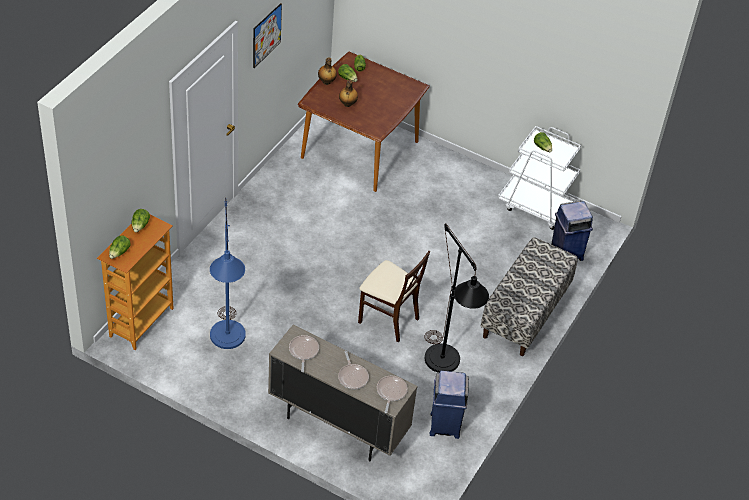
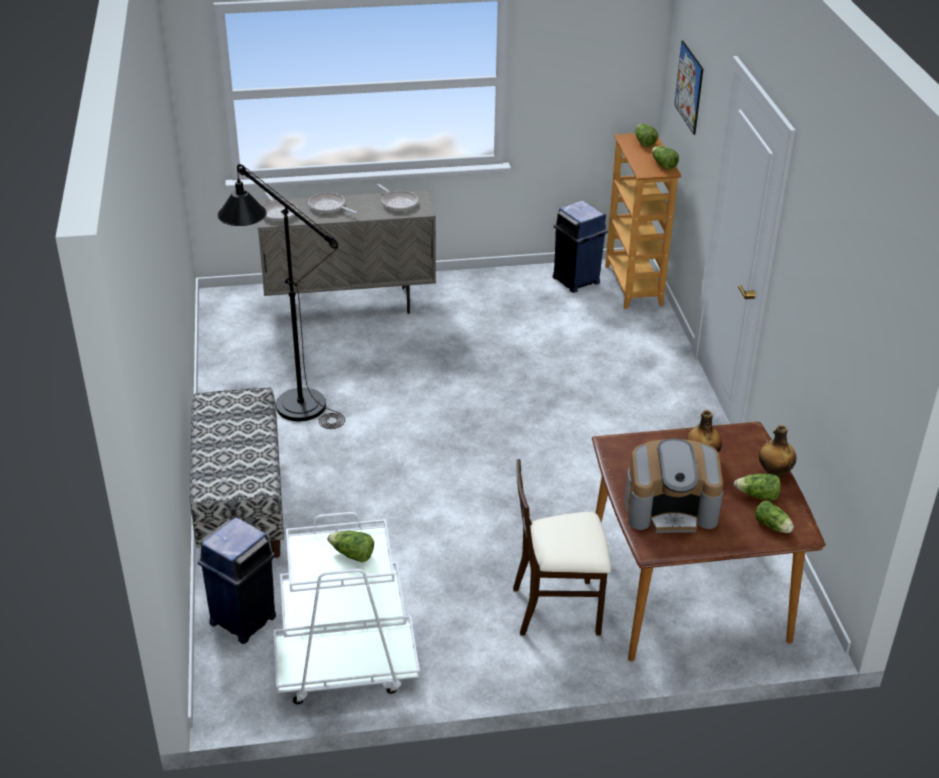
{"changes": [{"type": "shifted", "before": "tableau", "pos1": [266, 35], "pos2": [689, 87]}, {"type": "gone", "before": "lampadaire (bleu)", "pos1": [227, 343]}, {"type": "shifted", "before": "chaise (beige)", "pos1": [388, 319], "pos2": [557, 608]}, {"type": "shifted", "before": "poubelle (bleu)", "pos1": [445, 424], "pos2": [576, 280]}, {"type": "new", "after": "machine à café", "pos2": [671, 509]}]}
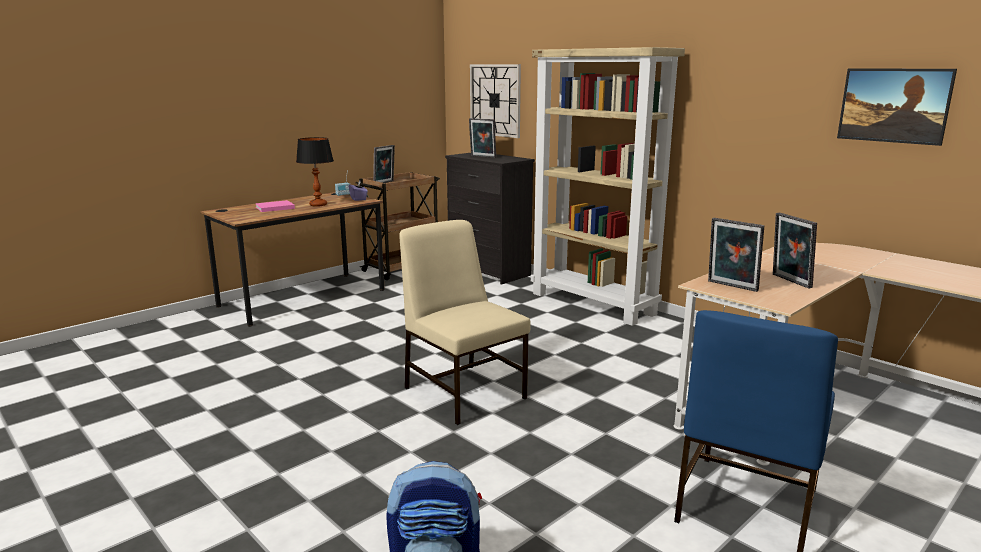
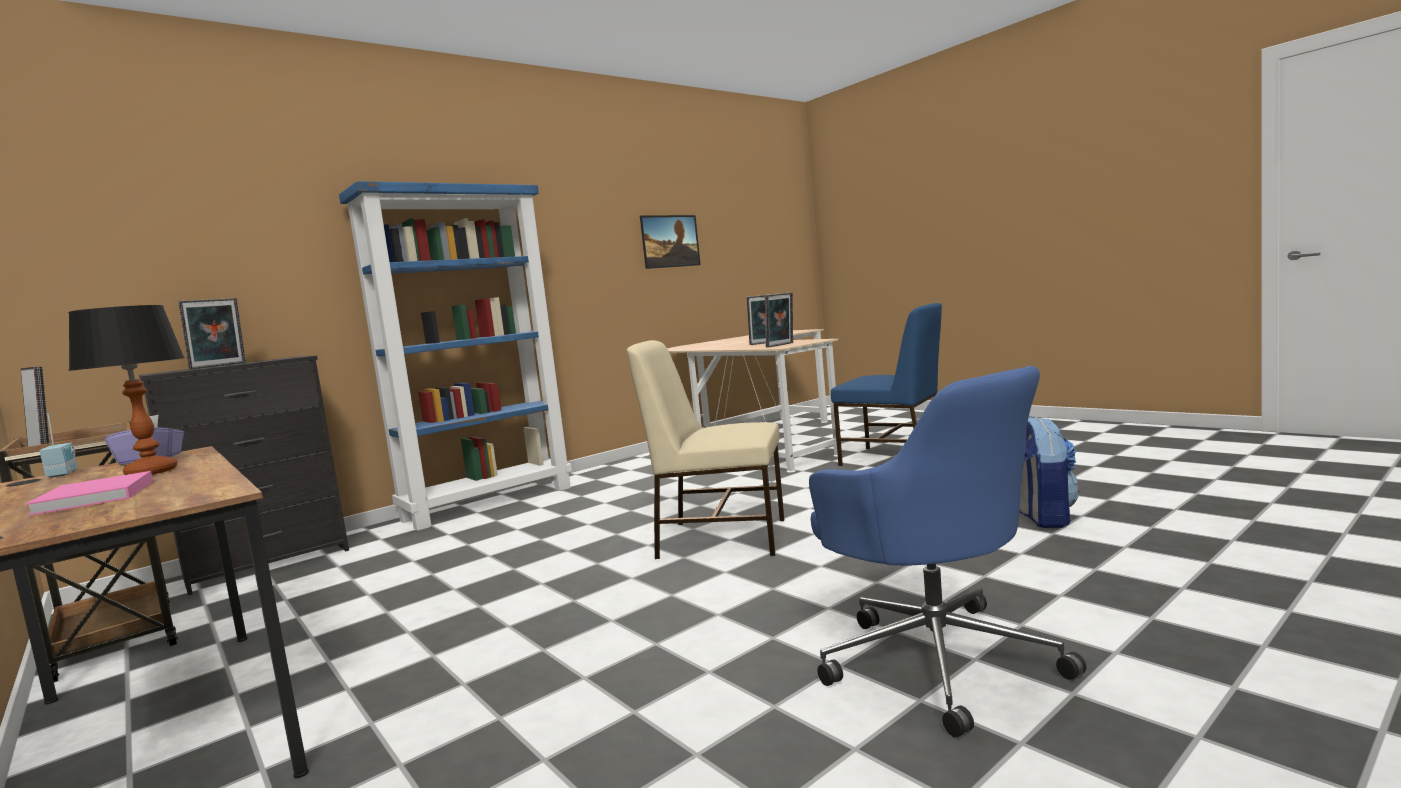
{"changes": [{"type": "repainted", "before": "bibliothèque (beige)", "after": "bibliothèque (bleu)", "pos1": [594, 304], "pos2": [489, 503]}, {"type": "gone", "before": "horloge murale", "pos1": [495, 100]}, {"type": "rotated", "before": "chaise (beige)", "pos1": [464, 391], "pos2": [720, 538], "turn": 45}, {"type": "new", "after": "chaise de bureau (bleu)", "pos2": [936, 658]}]}
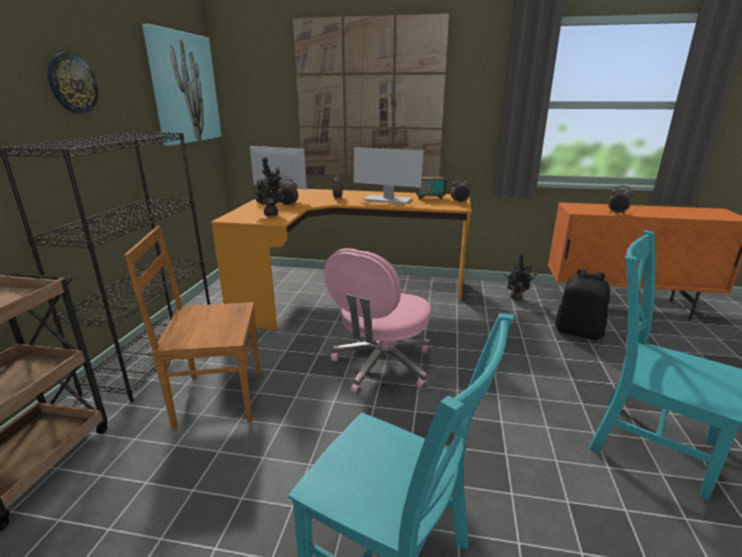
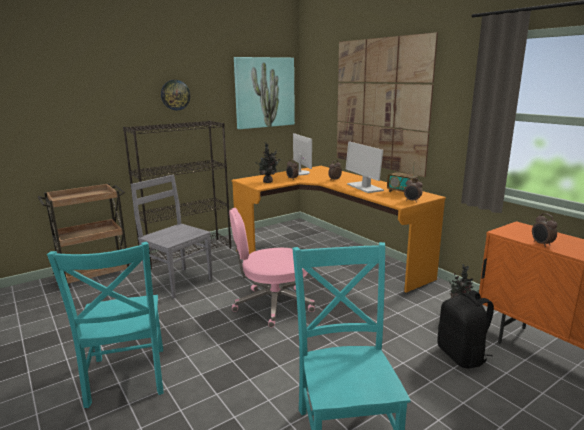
{"changes": [{"type": "repainted", "before": "chaise (marron)", "after": "chaise (gris)", "pos1": [216, 398], "pos2": [178, 282]}]}
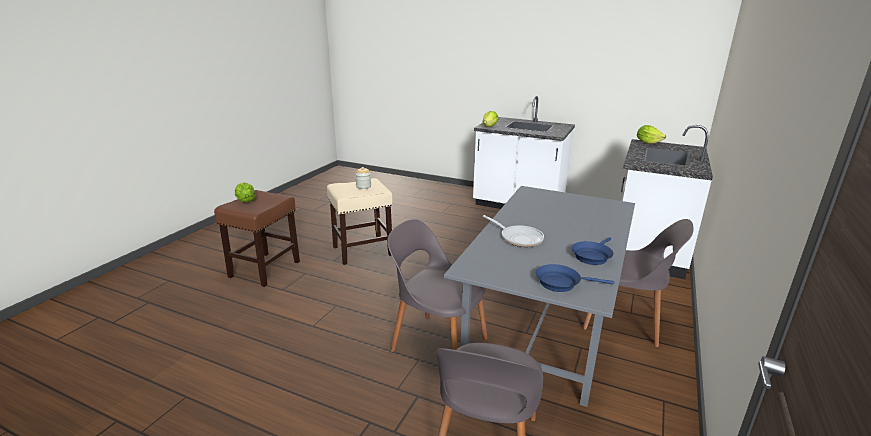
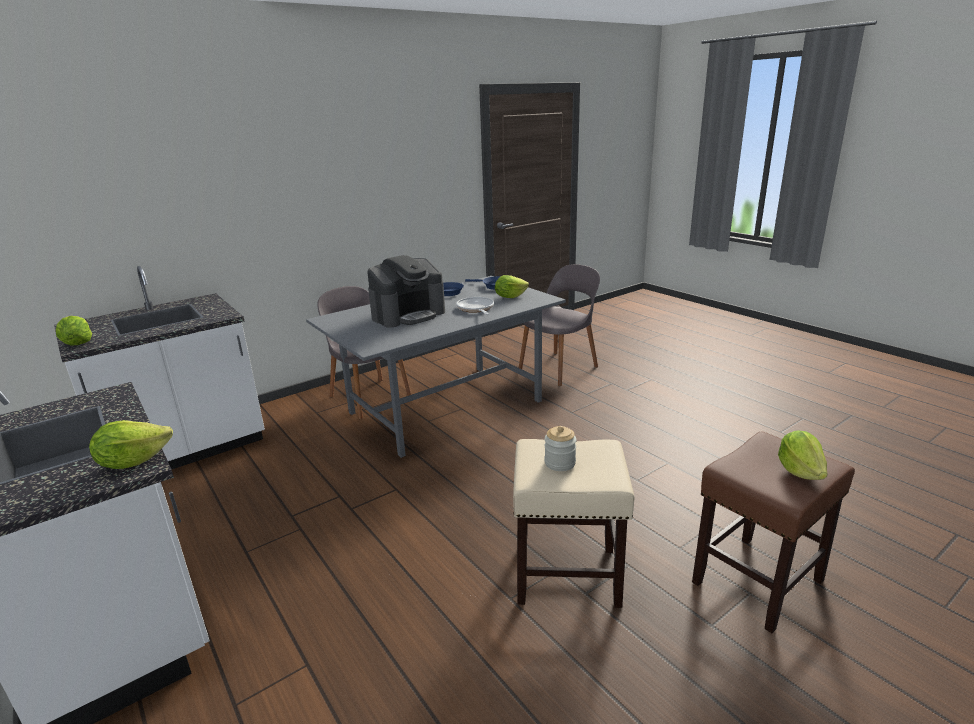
{"changes": [{"type": "gone", "before": "chaise (gris)", "pos1": [437, 343]}, {"type": "new", "after": "machine à café", "pos2": [408, 315]}, {"type": "new", "after": "laitue", "pos2": [510, 297]}]}
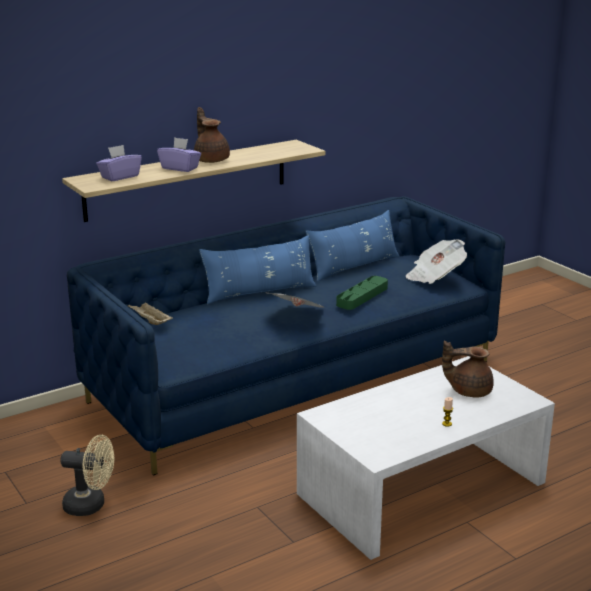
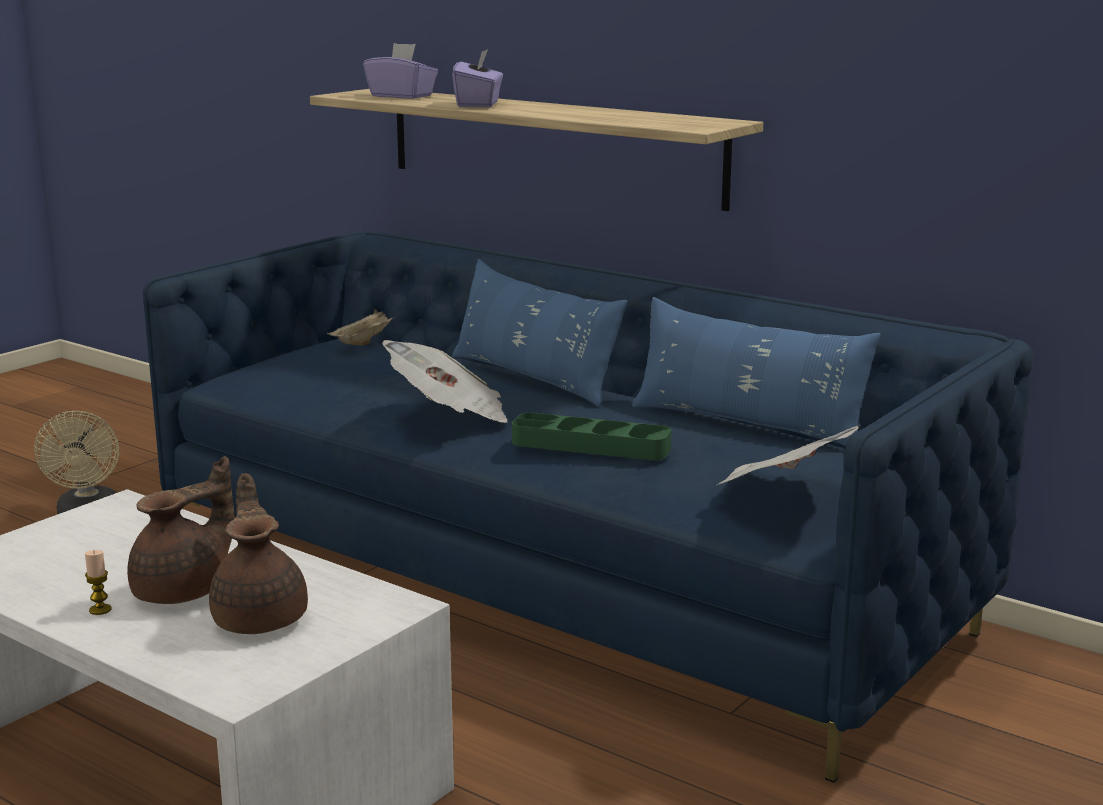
{"changes": [{"type": "shifted", "before": "théière (marron)", "pos1": [211, 159], "pos2": [184, 591]}]}
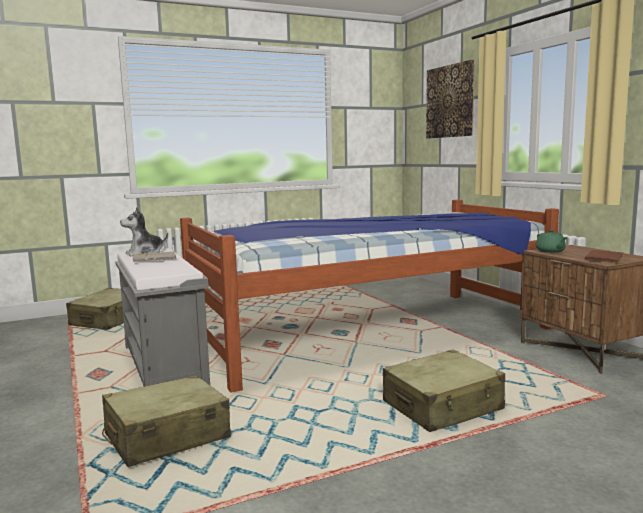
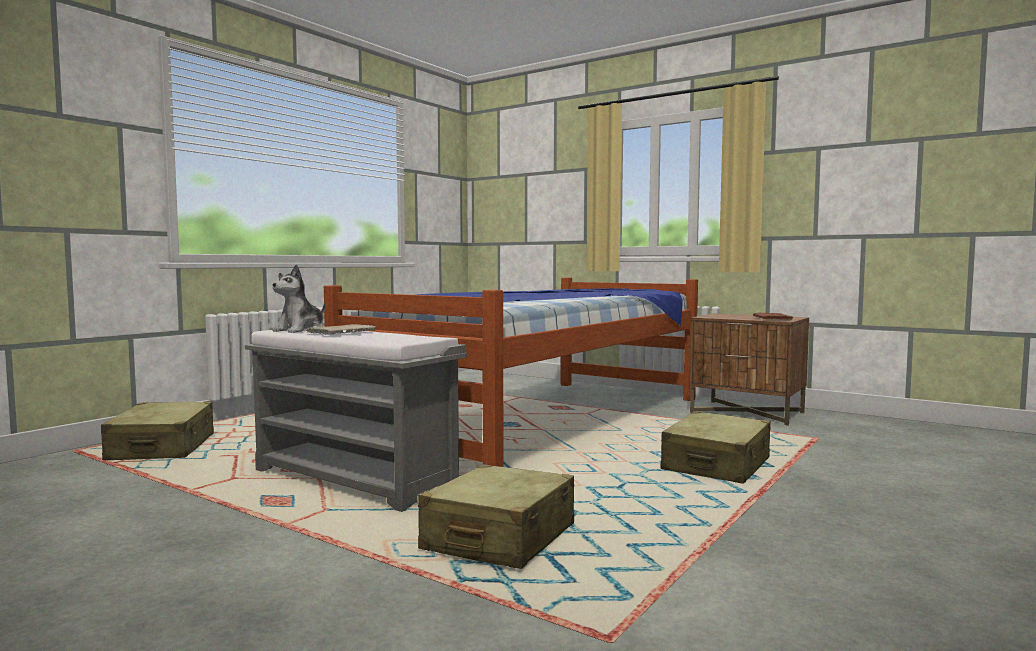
{"changes": [{"type": "gone", "before": "tableau", "pos1": [450, 101]}, {"type": "gone", "before": "théière (vert)", "pos1": [550, 251]}]}
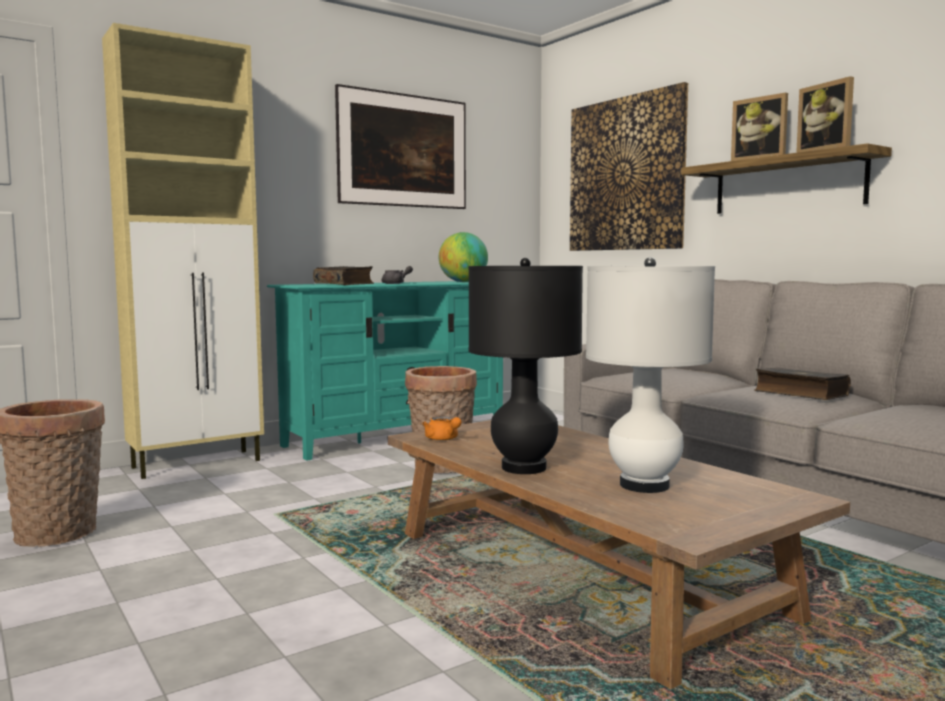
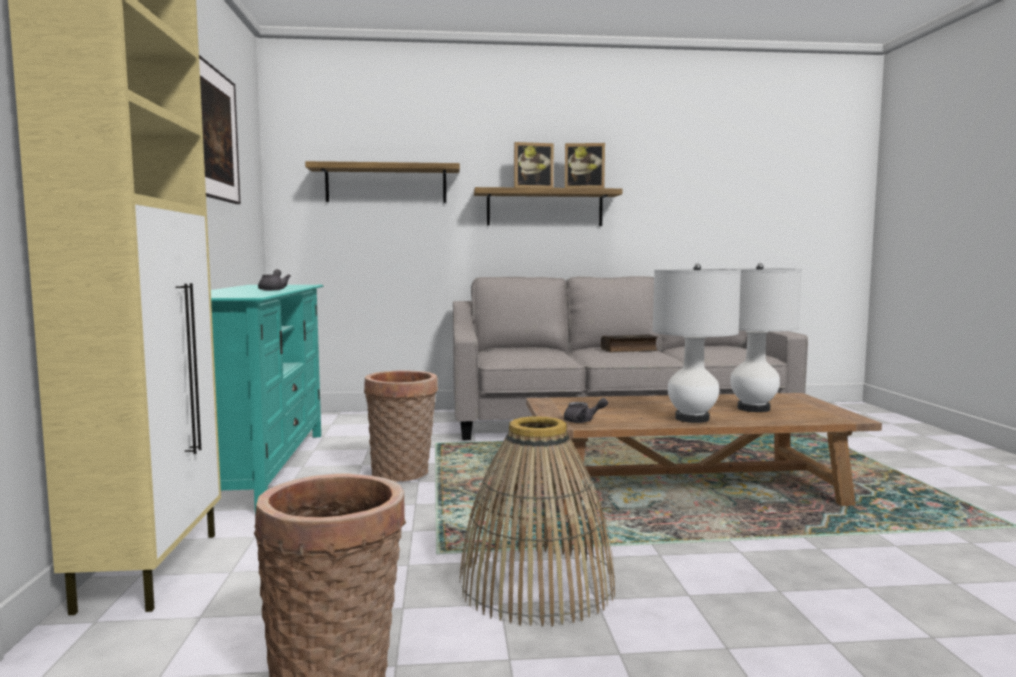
{"changes": [{"type": "swapped", "before": "tableau", "after": "étagère", "pos1": [625, 174], "pos2": [386, 184]}, {"type": "gone", "before": "globe", "pos1": [463, 282]}, {"type": "repainted", "before": "lampe de table (noir)", "after": "lampe de table (blanc)", "pos1": [523, 468], "pos2": [692, 419]}, {"type": "gone", "before": "livre", "pos1": [344, 284]}, {"type": "repainted", "before": "théière (orange)", "after": "théière (gris)", "pos1": [443, 439], "pos2": [583, 421]}, {"type": "new", "after": "panier", "pos2": [536, 585]}]}
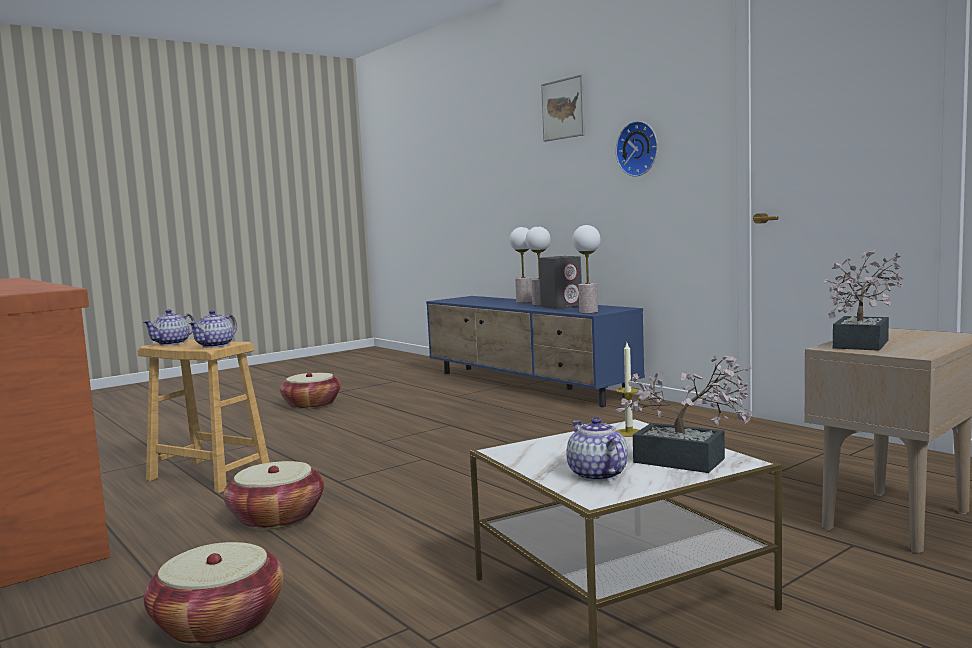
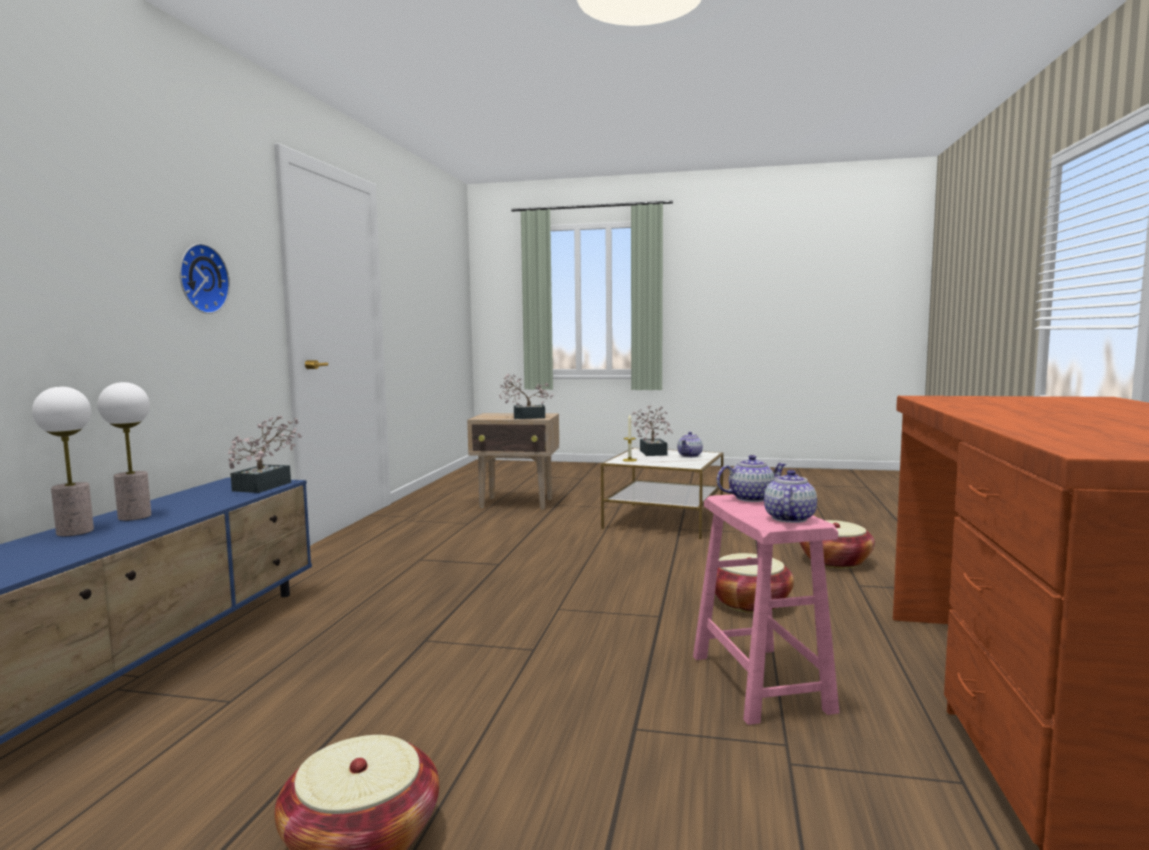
{"changes": [{"type": "gone", "before": "tableau", "pos1": [563, 109]}, {"type": "swapped", "before": "lampe de table", "after": "plante en pot", "pos1": [588, 312], "pos2": [267, 485]}, {"type": "gone", "before": "enceinte (gris)", "pos1": [561, 307]}, {"type": "rotated", "before": "théière", "pos1": [172, 343], "pos2": [788, 518], "turn": -60}, {"type": "repainted", "before": "tabouret (marron)", "after": "tabouret (rose)", "pos1": [209, 476], "pos2": [759, 683]}]}
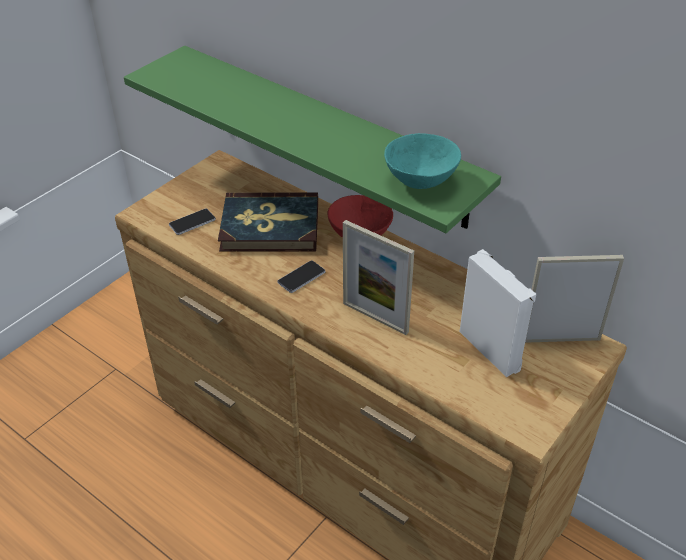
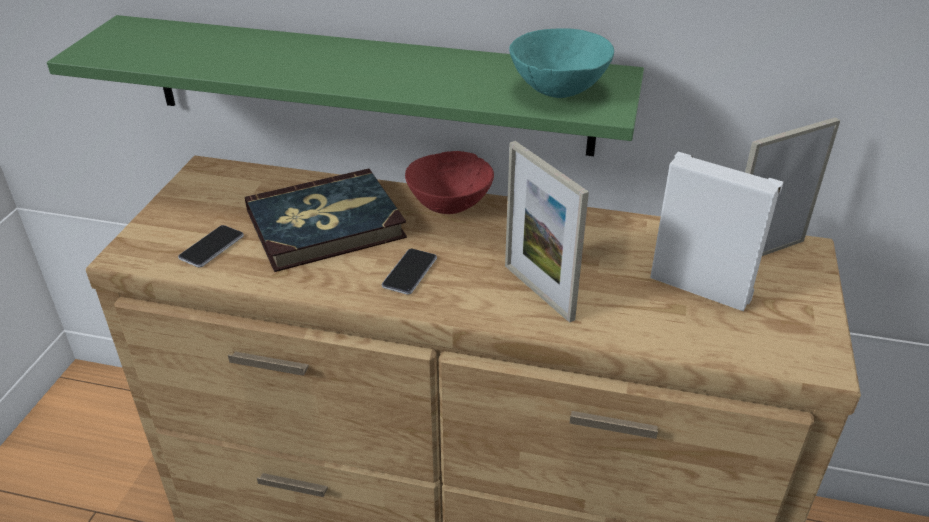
{"changes": [{"type": "rotated", "before": "cadre photo", "pos1": [375, 317], "pos2": [538, 292], "turn": 45}]}
